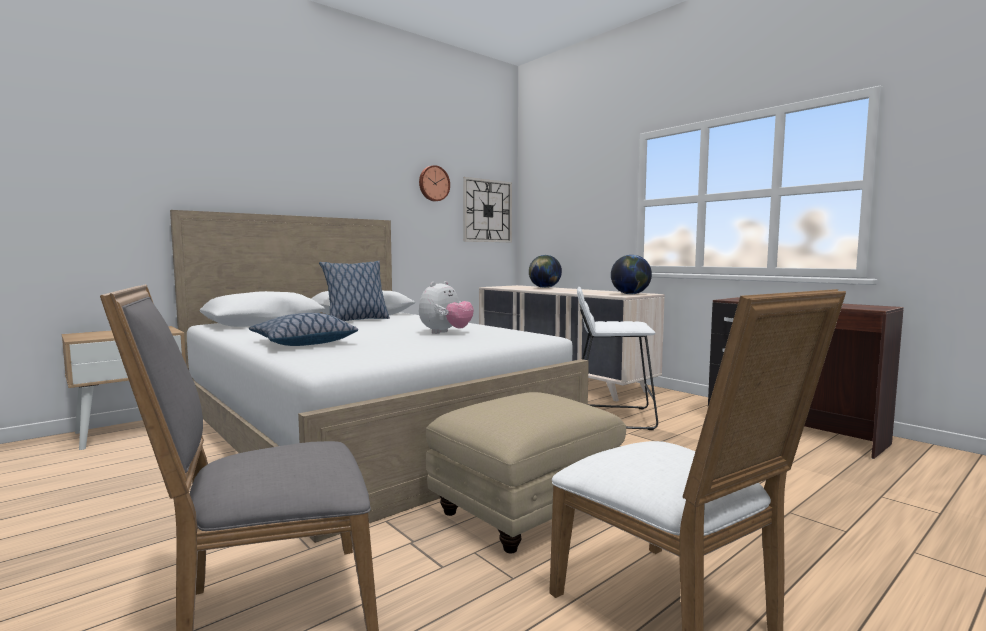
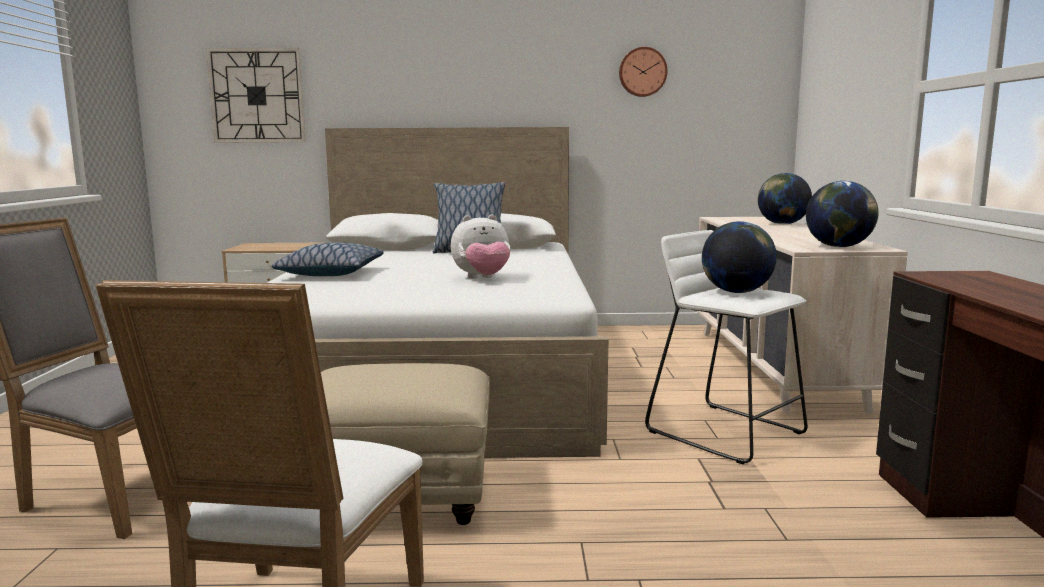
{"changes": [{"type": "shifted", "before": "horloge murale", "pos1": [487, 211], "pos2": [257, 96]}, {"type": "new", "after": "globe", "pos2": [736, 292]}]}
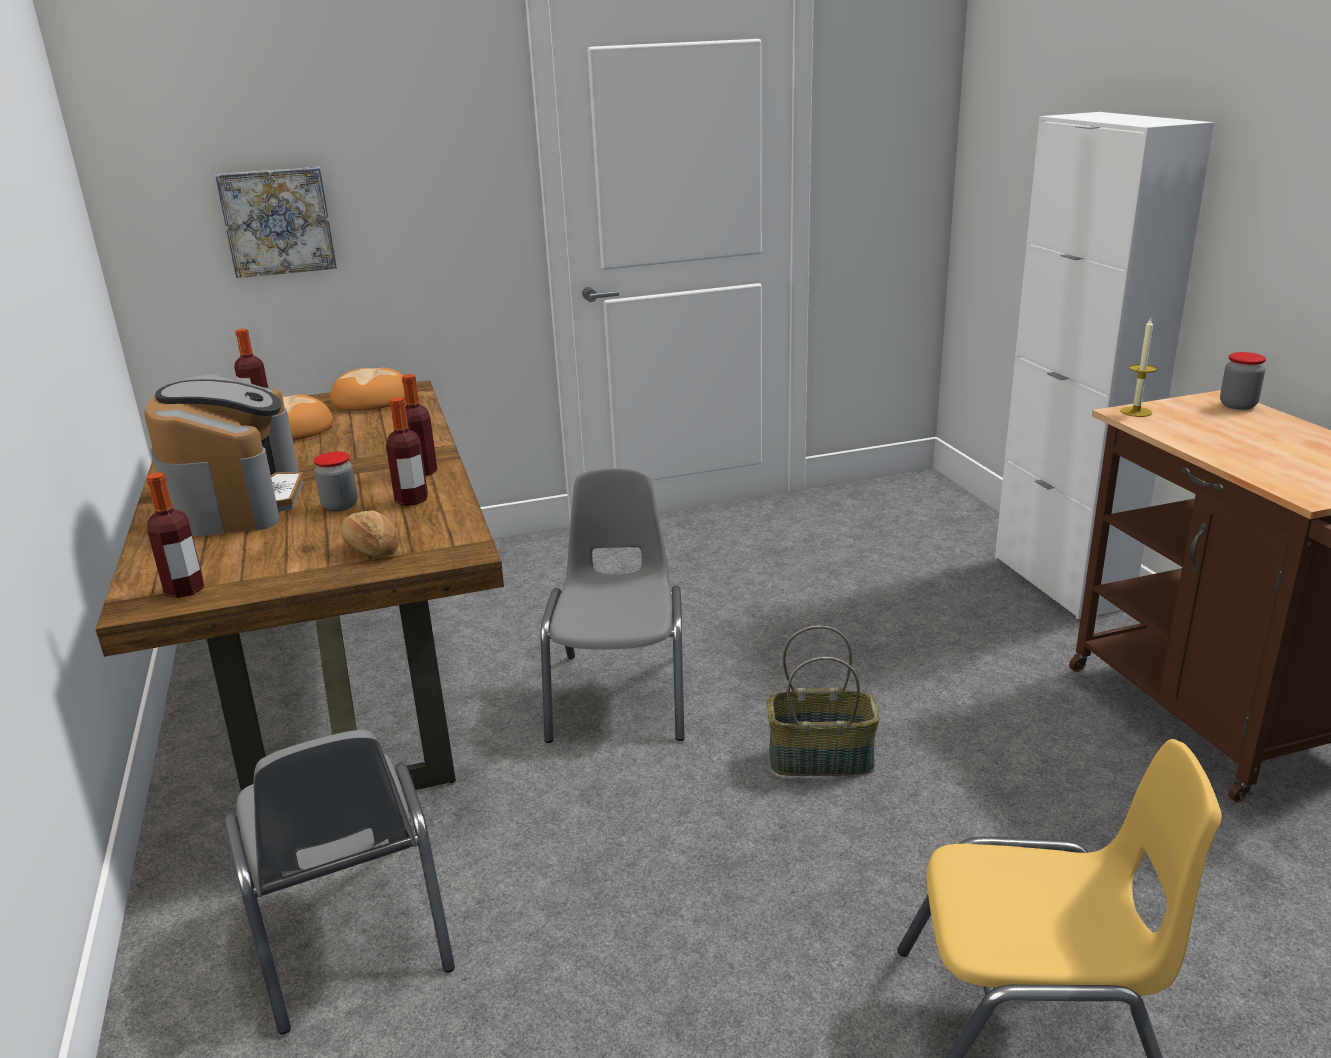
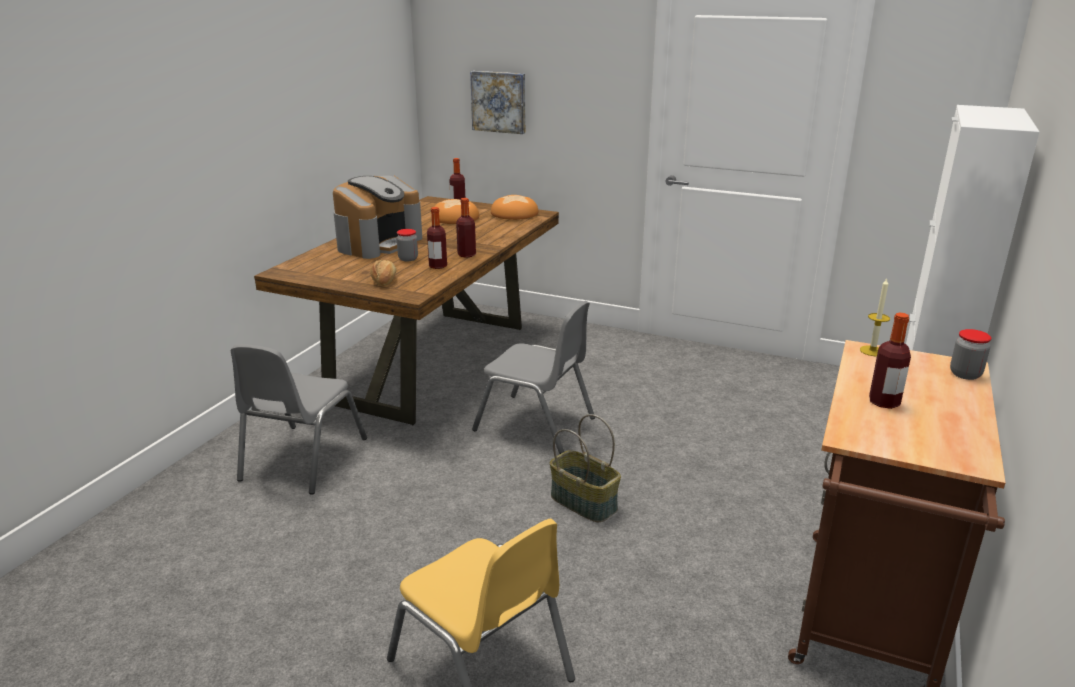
{"changes": [{"type": "rotated", "before": "chaise (gris)", "pos1": [620, 695], "pos2": [535, 424], "turn": 75}, {"type": "shifted", "before": "bouteille", "pos1": [184, 590], "pos2": [884, 402]}]}
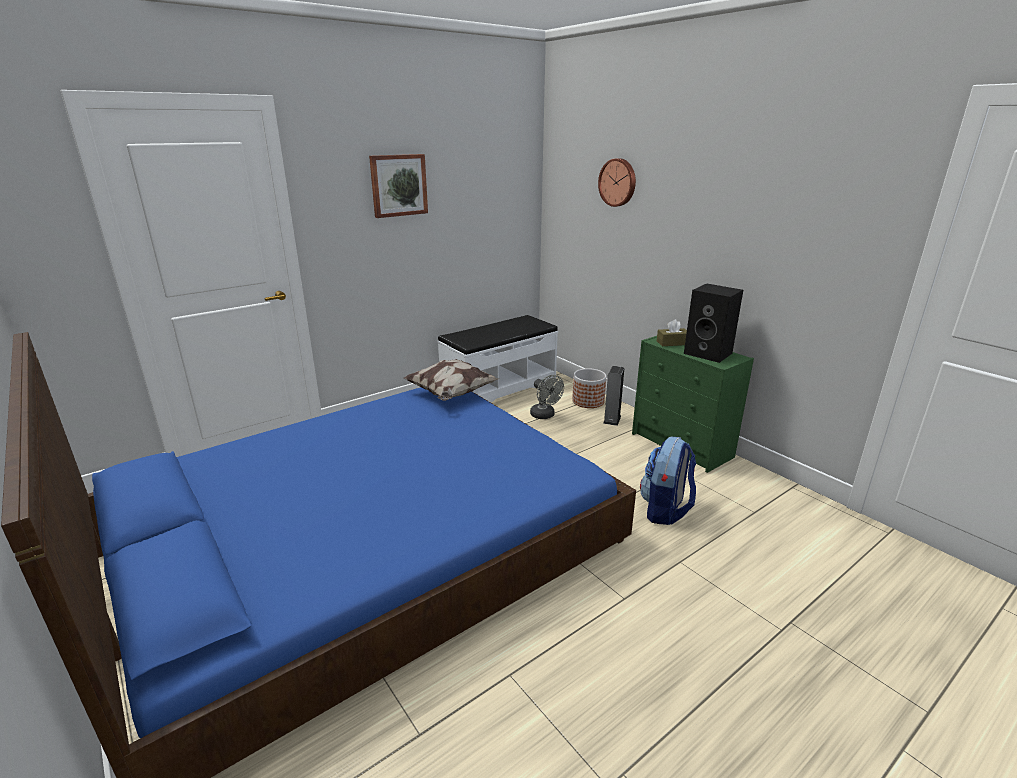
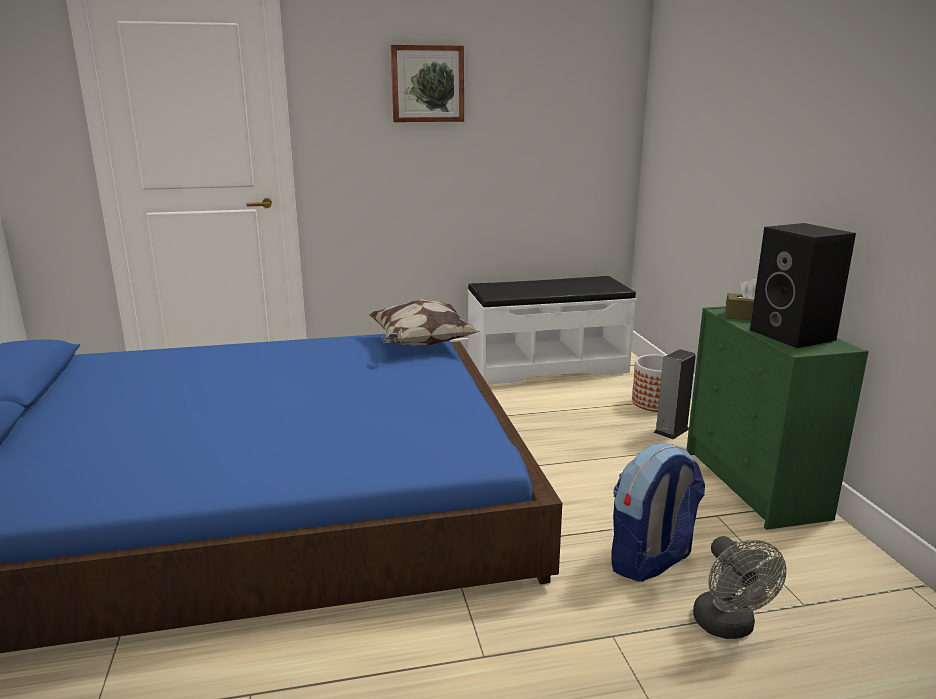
{"changes": [{"type": "gone", "before": "horloge murale", "pos1": [618, 182]}, {"type": "shifted", "before": "ventilateur (gris)", "pos1": [545, 416], "pos2": [728, 627]}]}
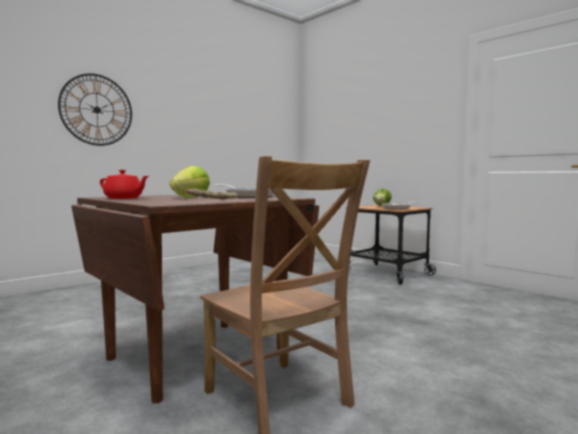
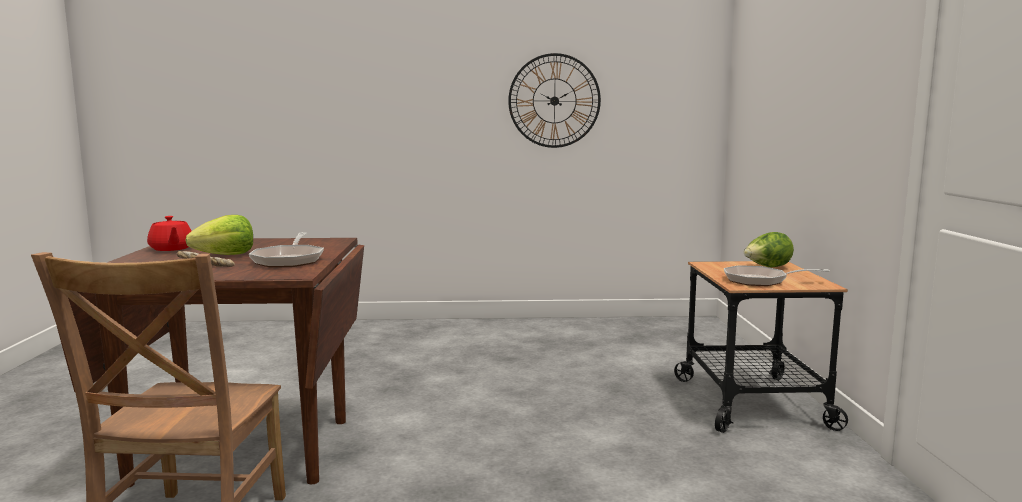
{"changes": [{"type": "shifted", "before": "horloge murale", "pos1": [97, 110], "pos2": [554, 101]}]}
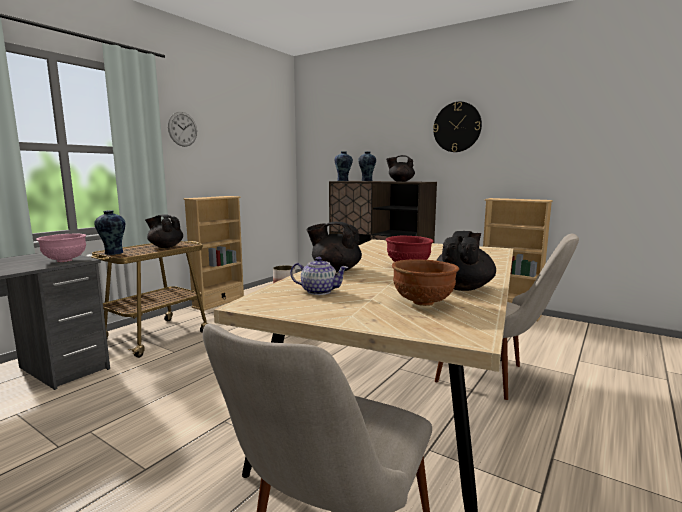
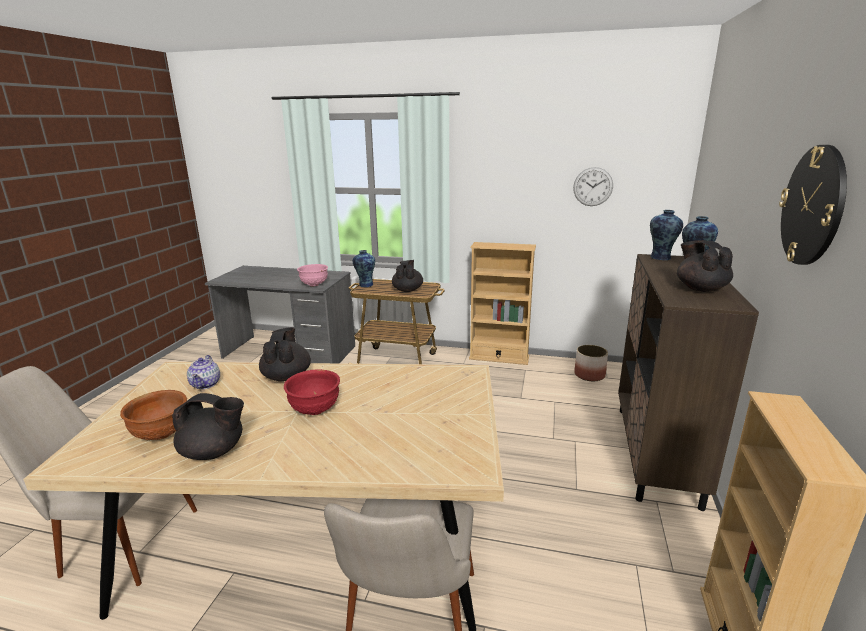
{"changes": [{"type": "shifted", "before": "horloge murale", "pos1": [182, 129], "pos2": [593, 186]}]}
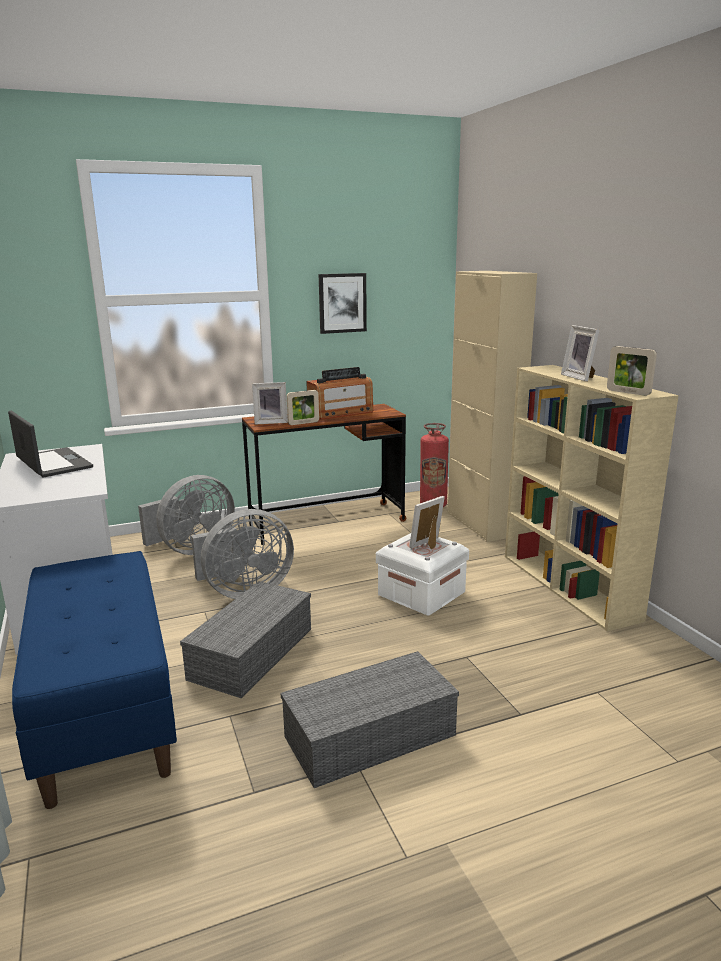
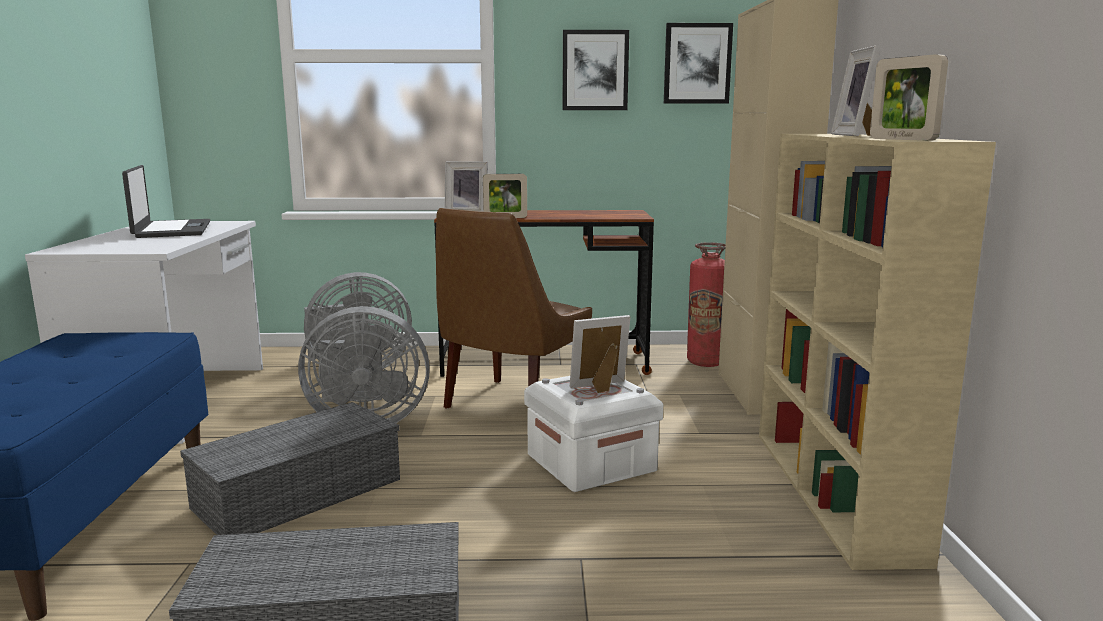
{"changes": [{"type": "gone", "before": "radio", "pos1": [340, 413]}, {"type": "new", "after": "tableau", "pos2": [697, 64]}, {"type": "new", "after": "chaise (marron)", "pos2": [510, 405]}]}
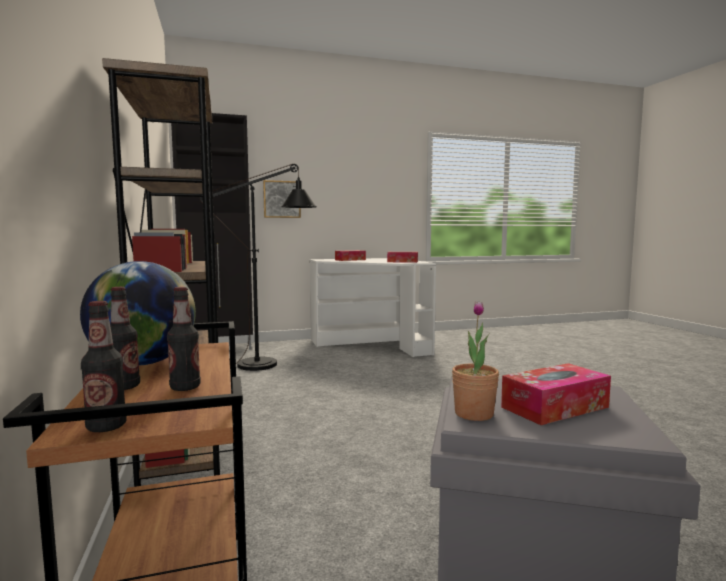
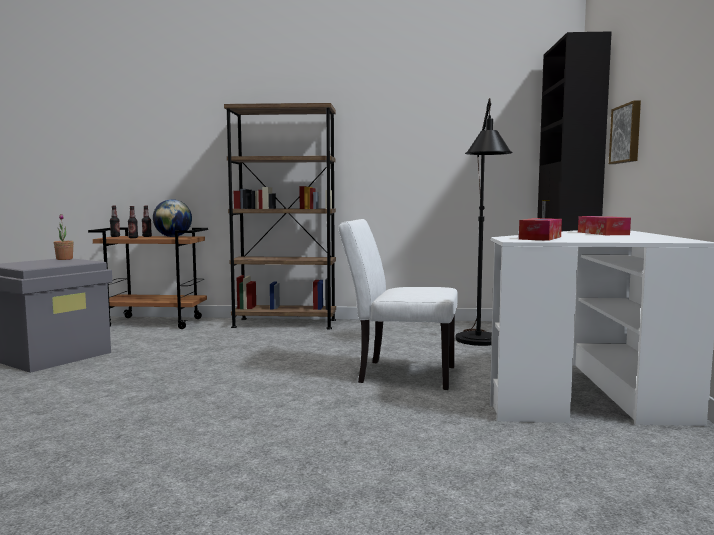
{"changes": [{"type": "gone", "before": "boîte à mouchoirs", "pos1": [555, 407]}, {"type": "new", "after": "chaise (blanc)", "pos2": [398, 374]}]}
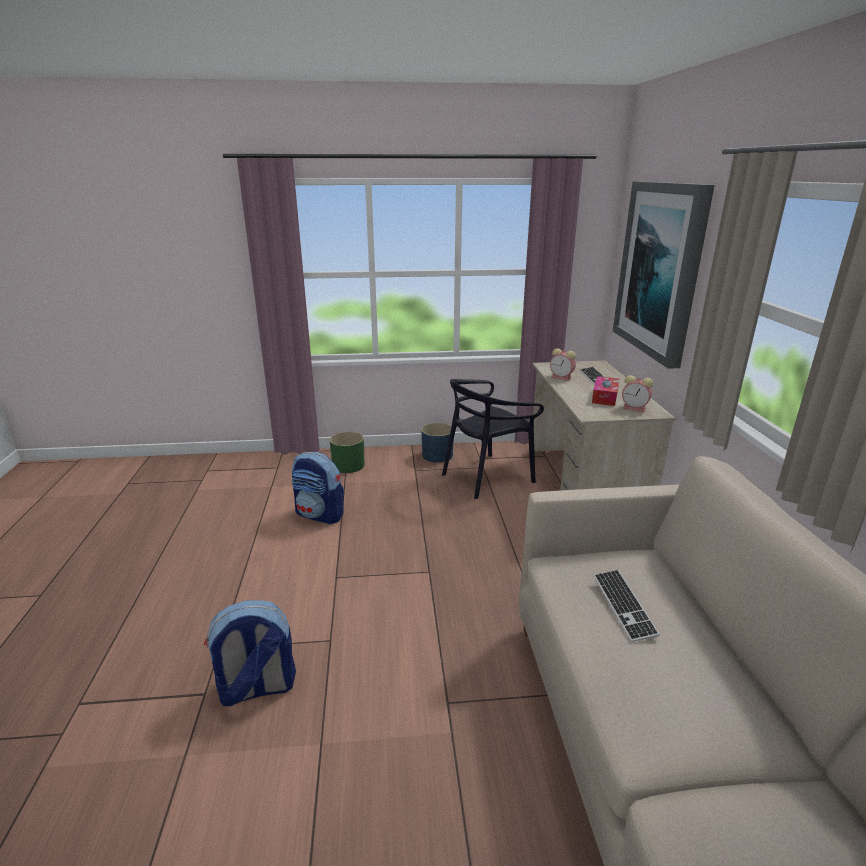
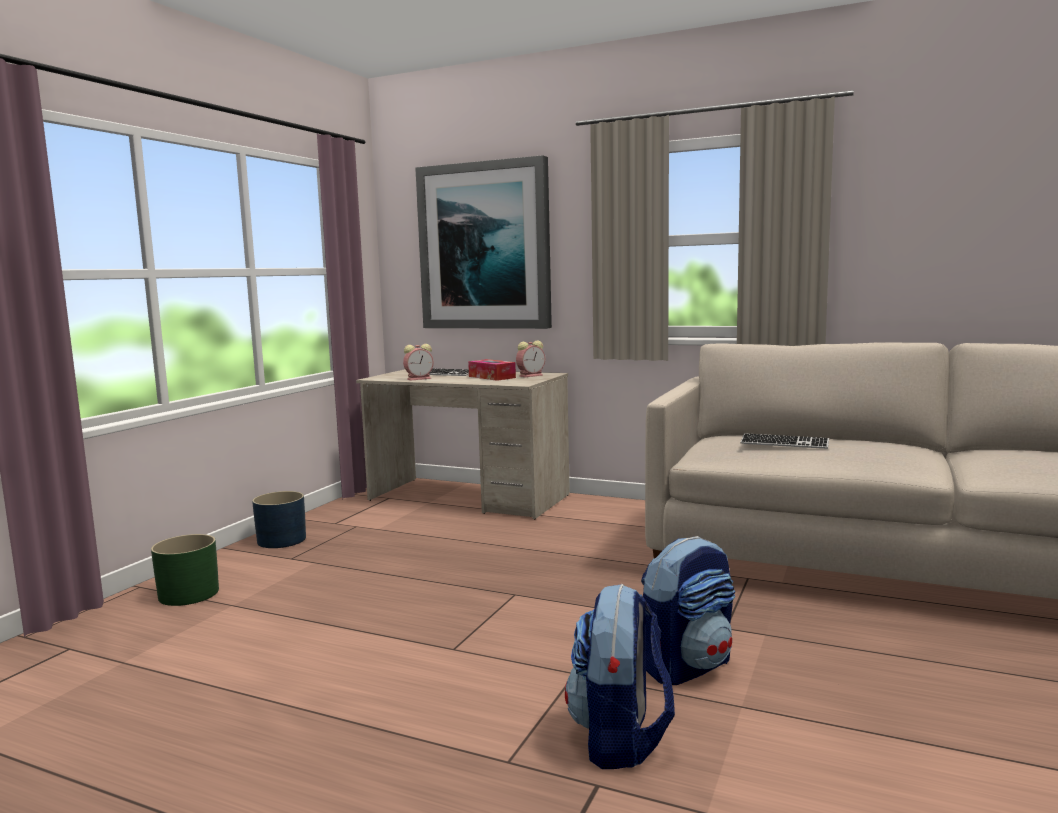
{"changes": [{"type": "gone", "before": "chaise (noir)", "pos1": [487, 476]}, {"type": "shifted", "before": "sac à dos", "pos1": [320, 515], "pos2": [687, 666]}]}
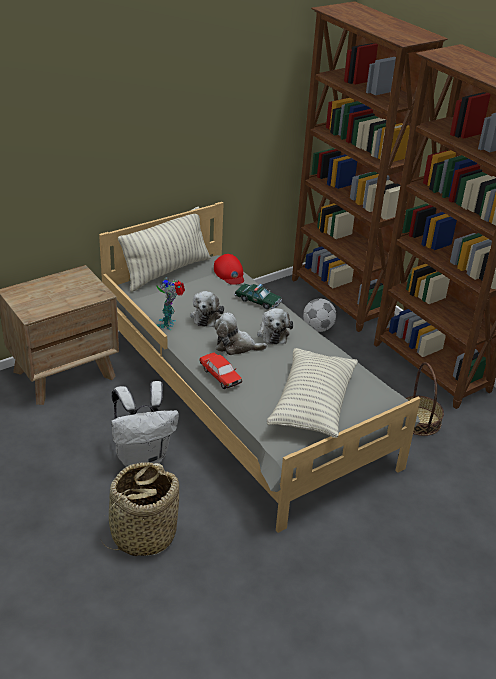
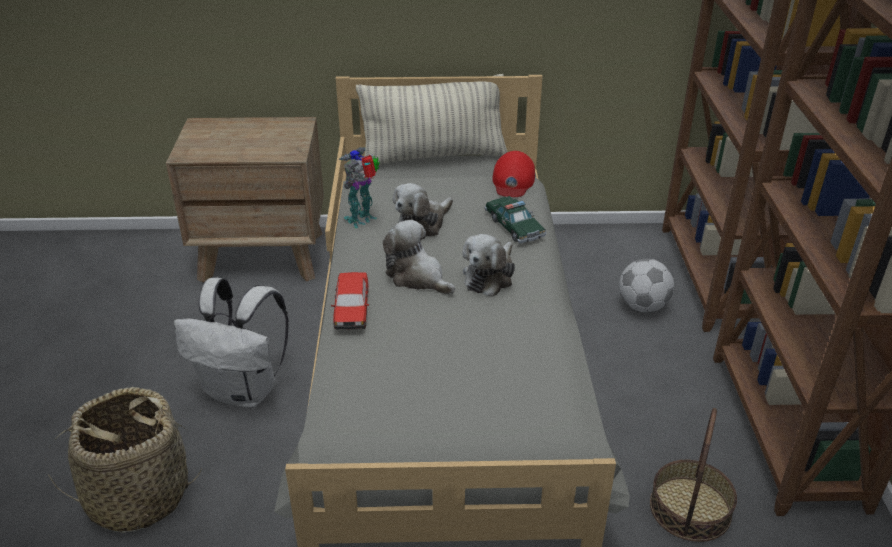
{"changes": [{"type": "gone", "before": "coussin", "pos1": [312, 404]}]}
